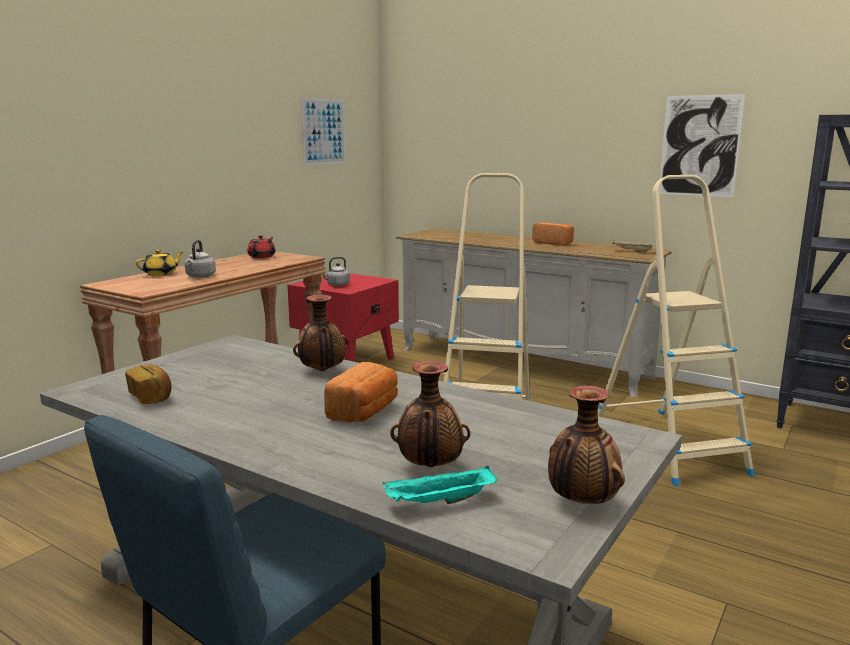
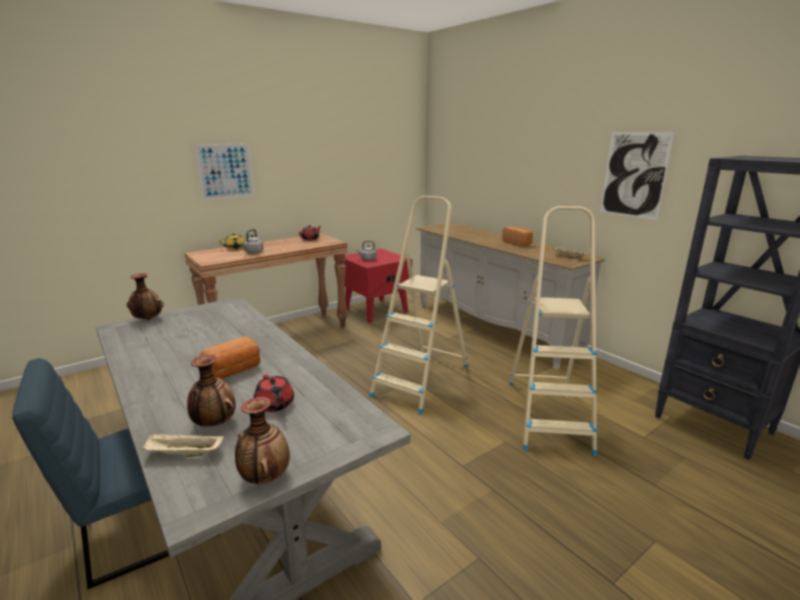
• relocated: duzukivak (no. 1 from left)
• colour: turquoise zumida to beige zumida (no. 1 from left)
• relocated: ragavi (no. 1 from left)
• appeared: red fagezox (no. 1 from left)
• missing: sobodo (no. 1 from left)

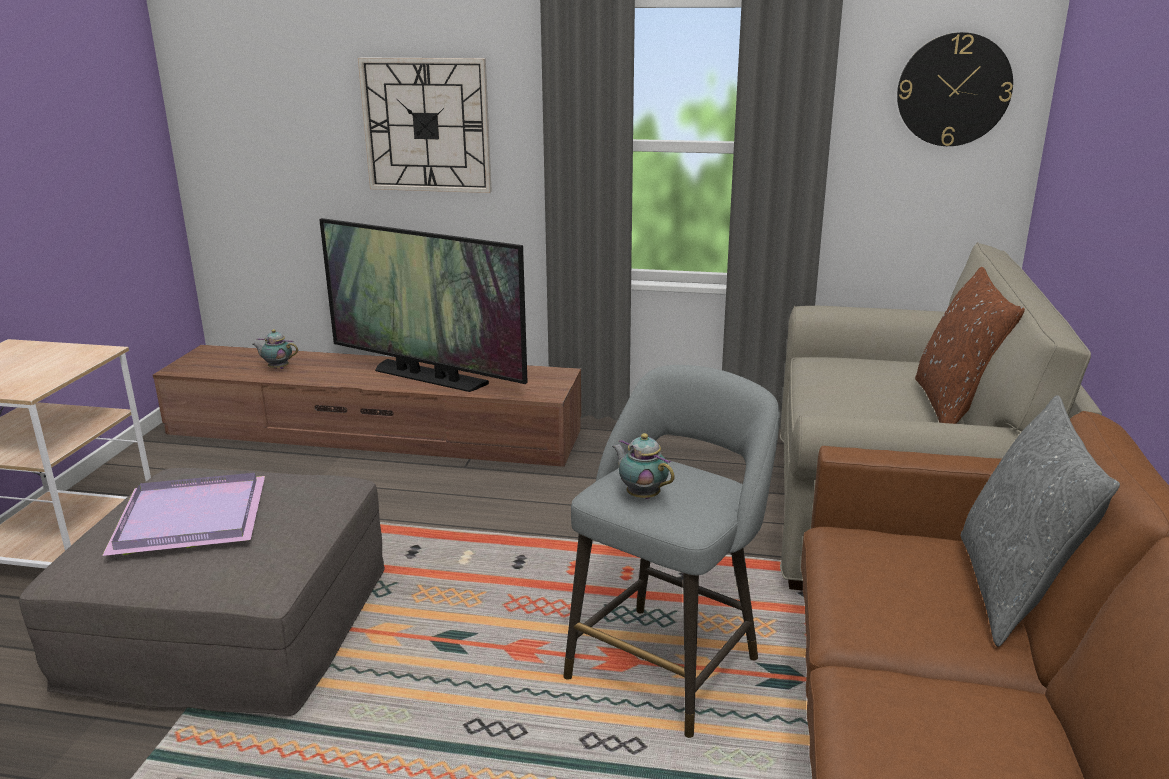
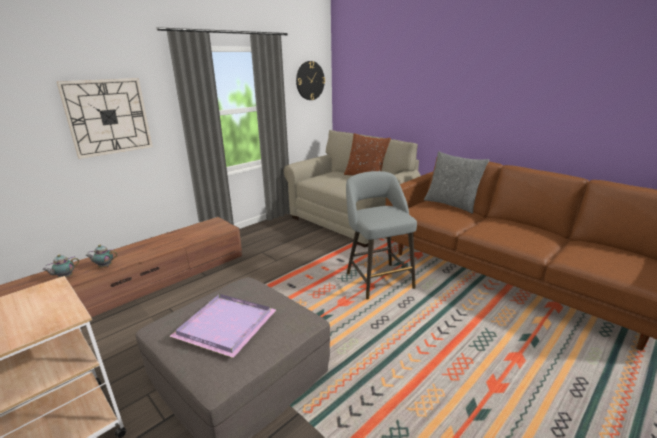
• relocated: fagezox (no. 2 from left)
• missing: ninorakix

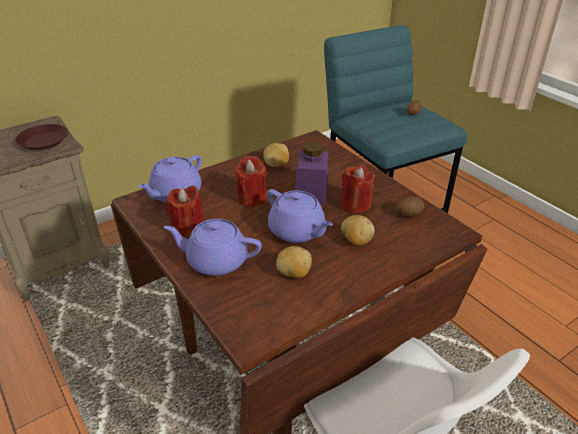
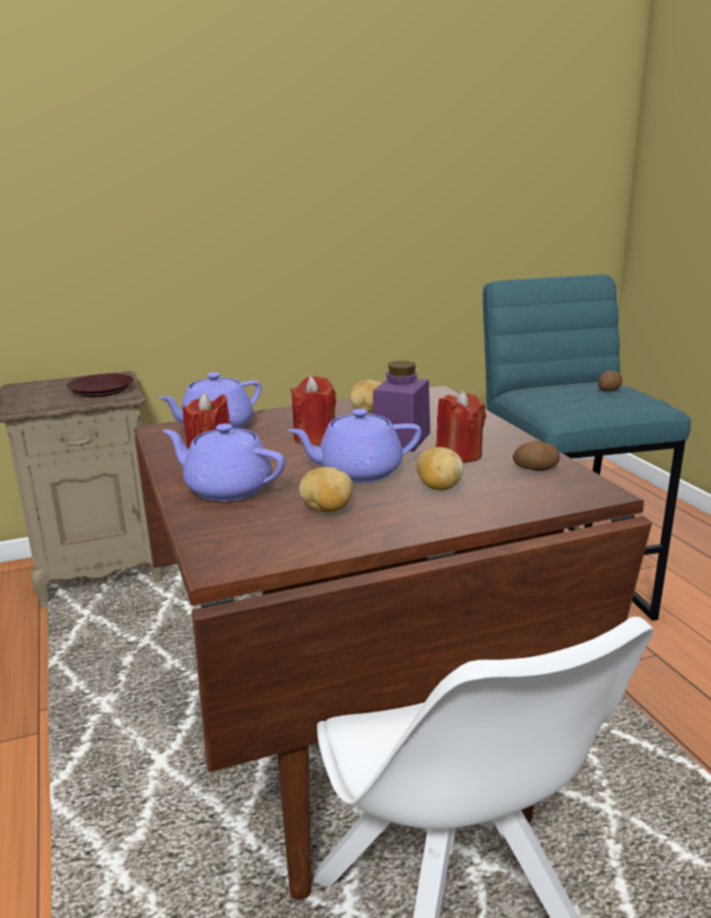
• spun: purple fagezox (no. 3 from left) 105 degrees clockwise

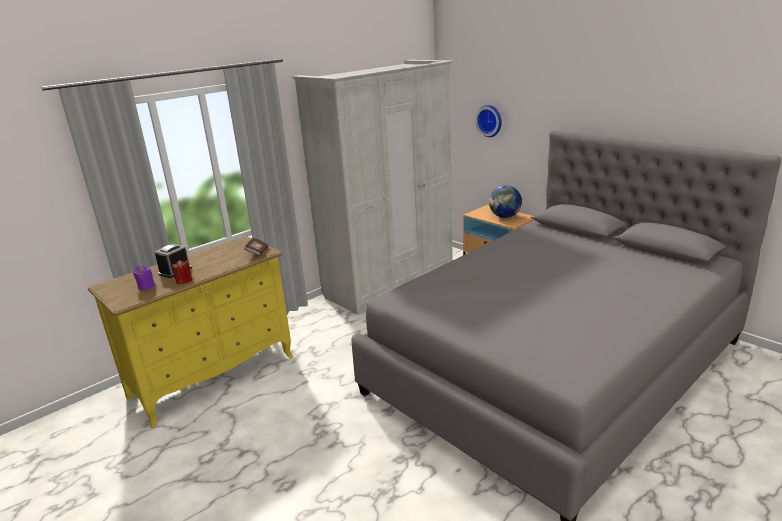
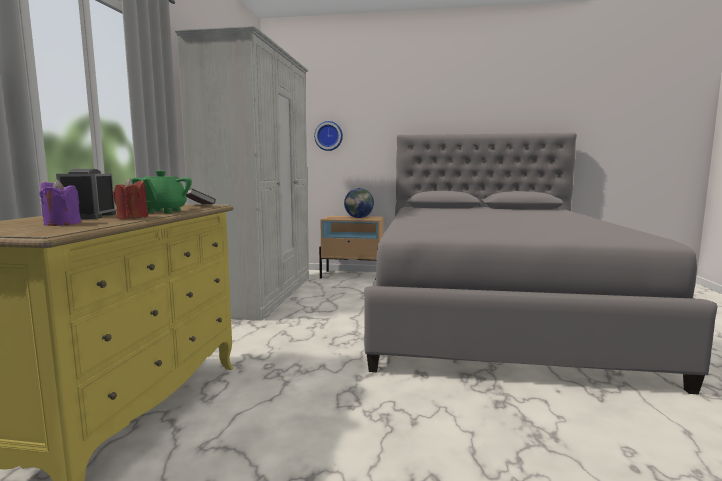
• appeared: green fagezox

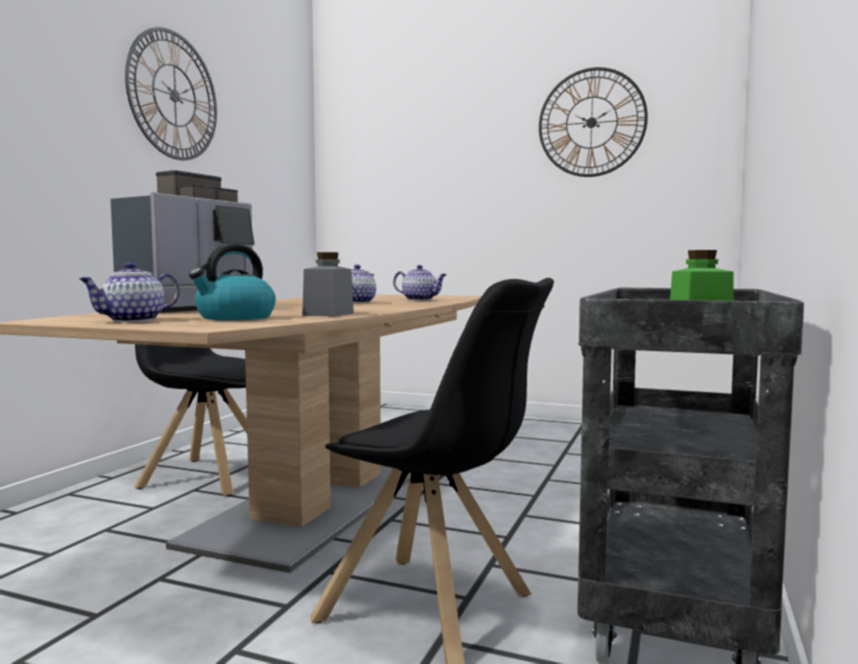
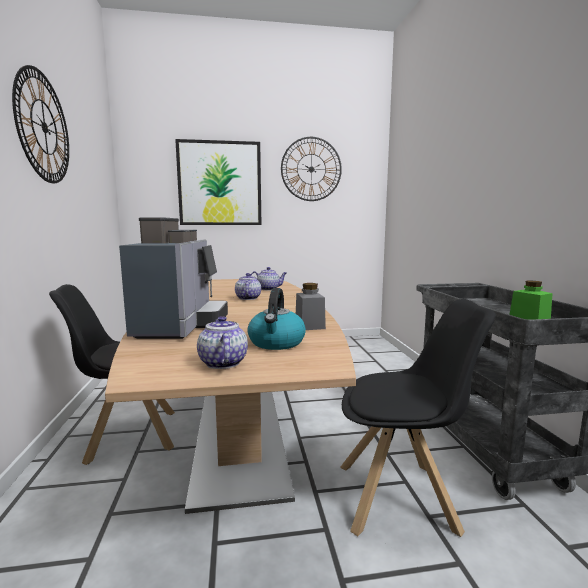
• appeared: ragavi
• spun: fagezox (no. 1 from left) 150 degrees clockwise

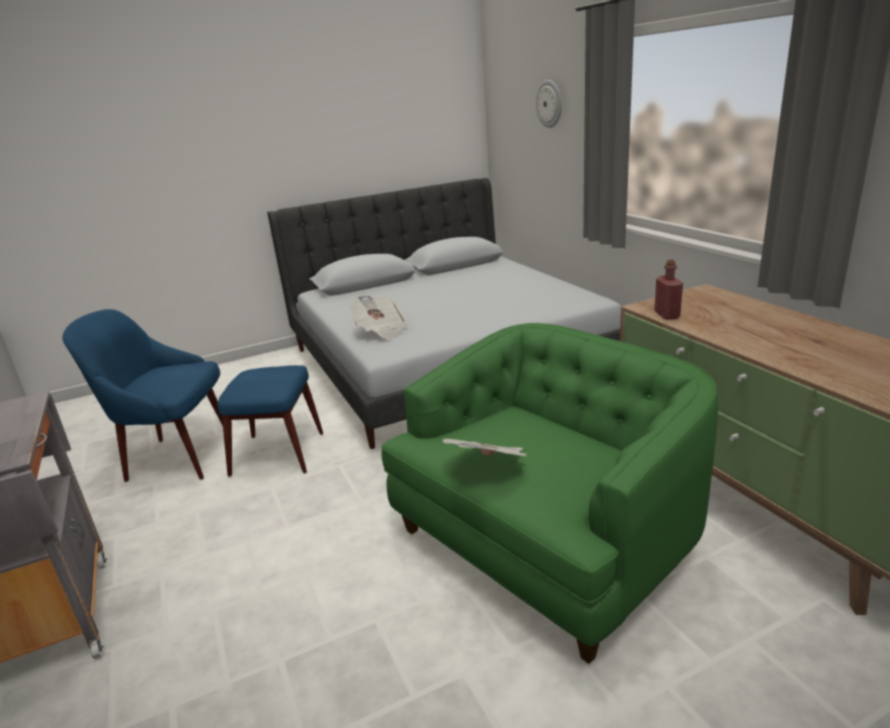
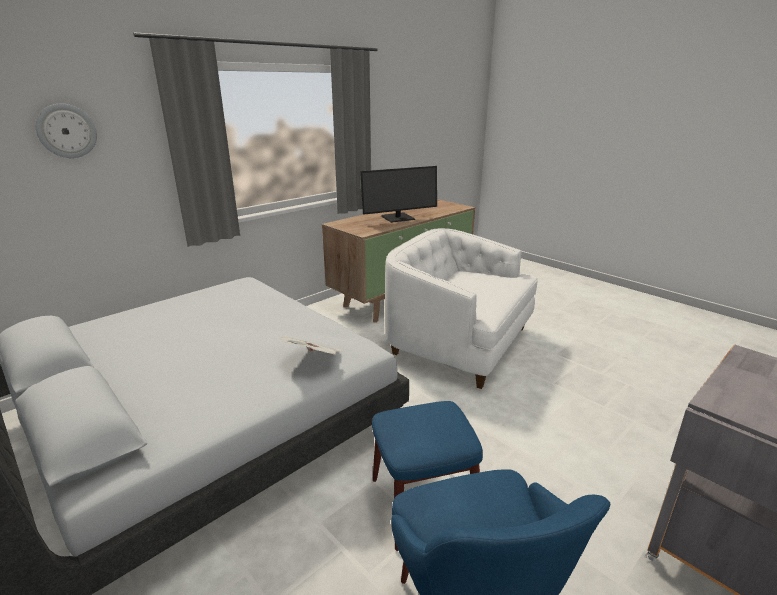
• appeared: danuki
• colour: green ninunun to white ninunun
• missing: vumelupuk (no. 2 from left)
• missing: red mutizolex

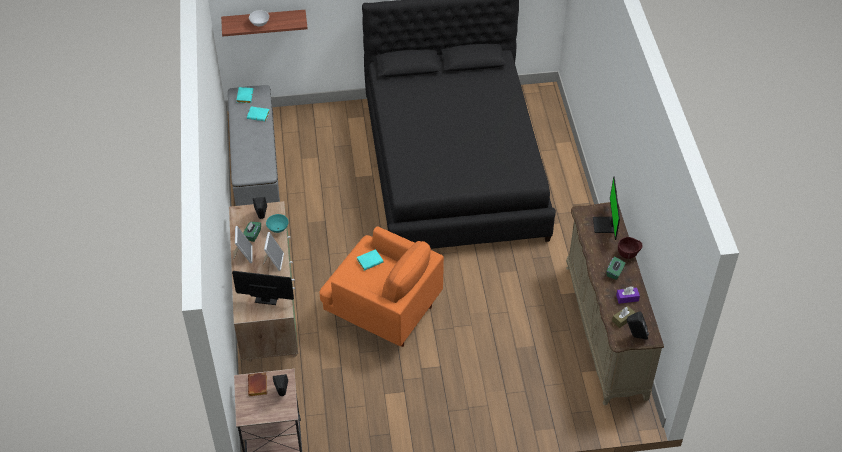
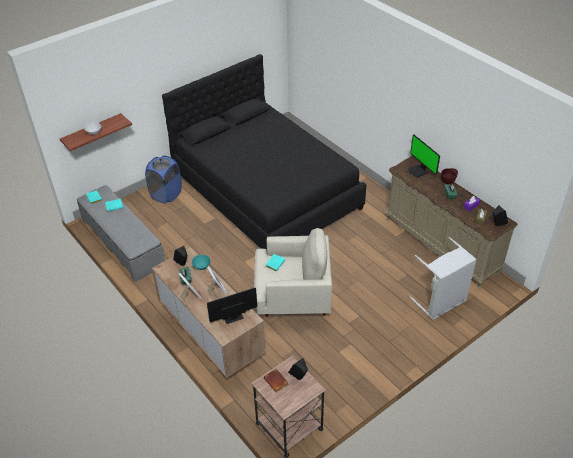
• appeared: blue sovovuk
• colour: orange ninunun to beige ninunun
• appeared: grey sovovuk

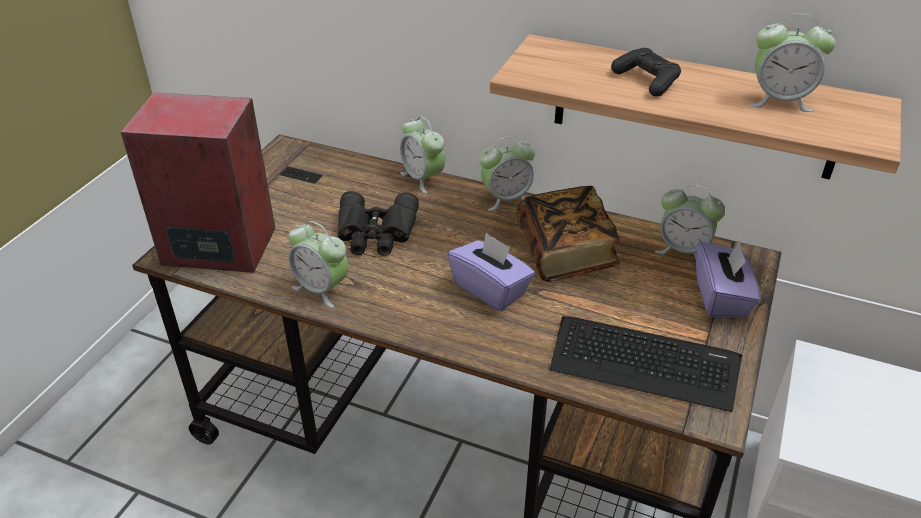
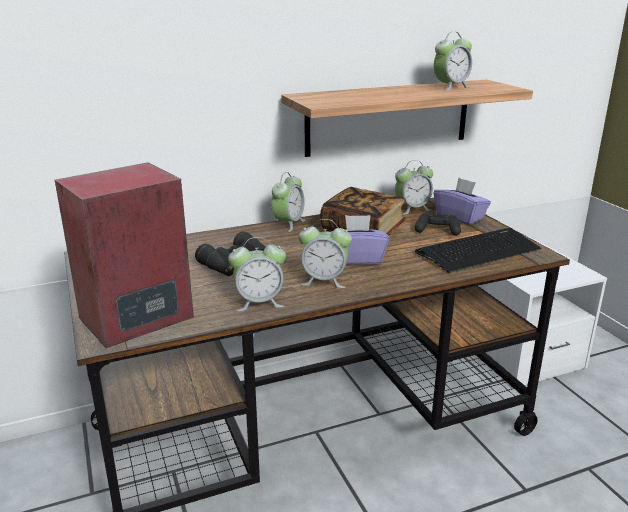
• relocated: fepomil (no. 2 from left in the first image) to fepomil (no. 3 from left)
• relocated: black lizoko

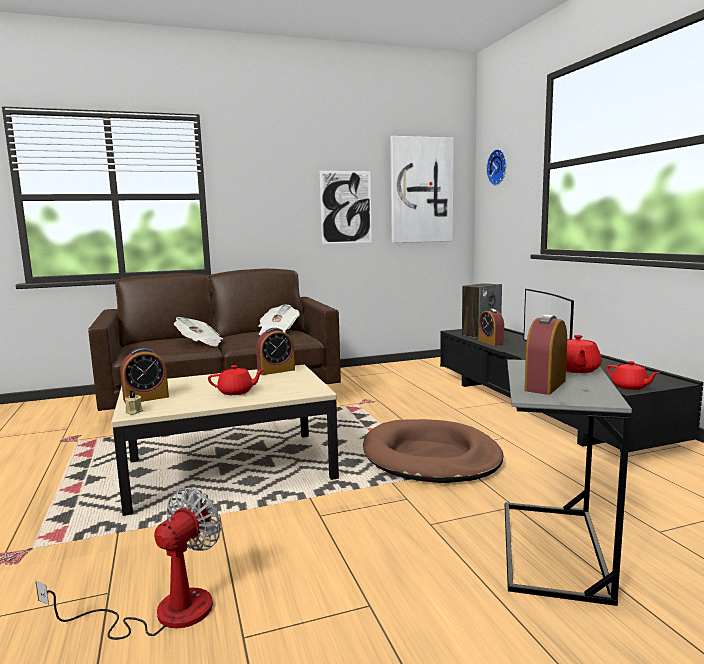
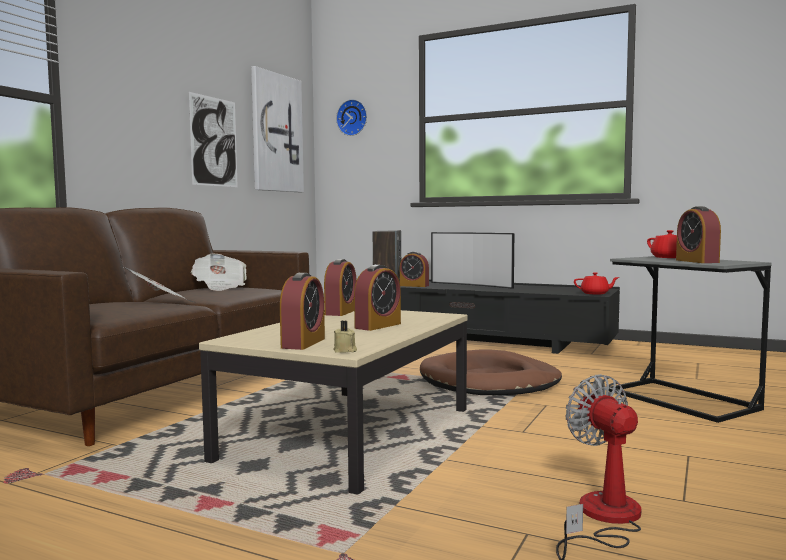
• exchanged: red fagezox (no. 1 from left) to fepomil (no. 3 from left)

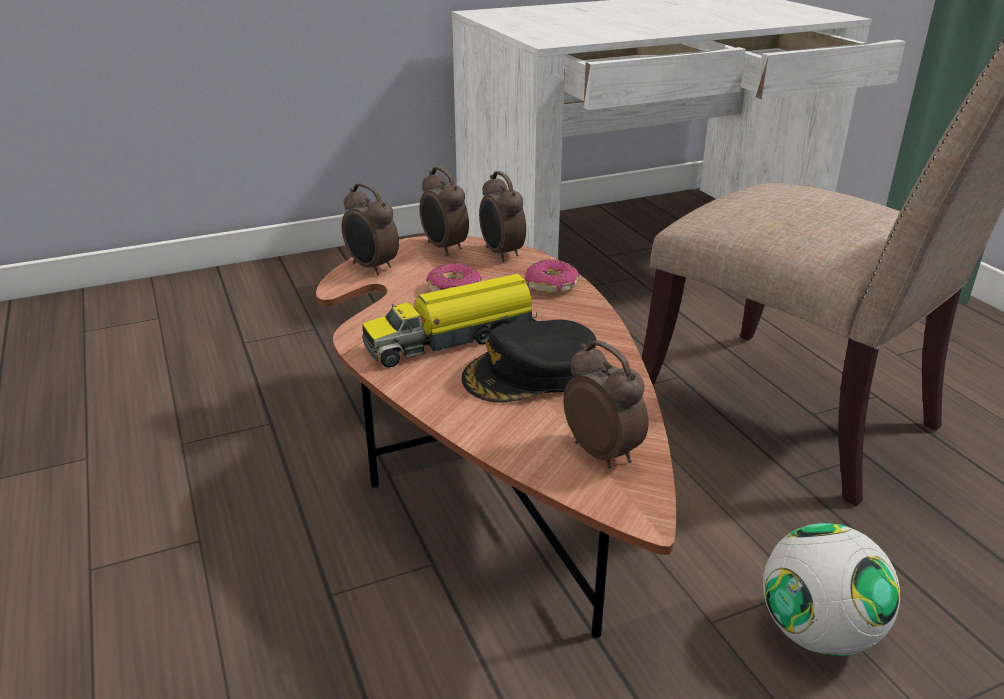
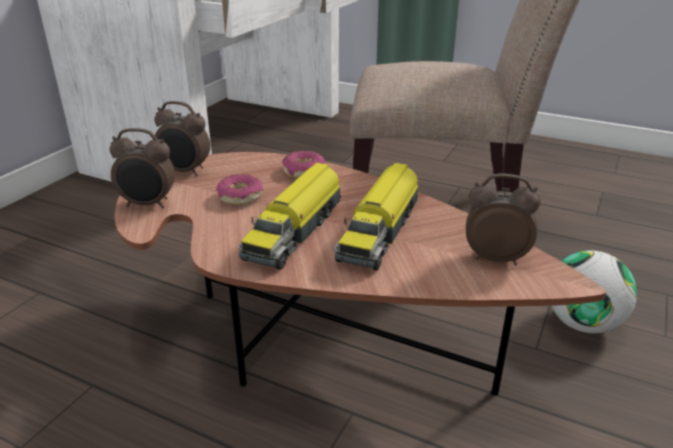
• exchanged: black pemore to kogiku (no. 2 from left)
• missing: fepomil (no. 3 from left)

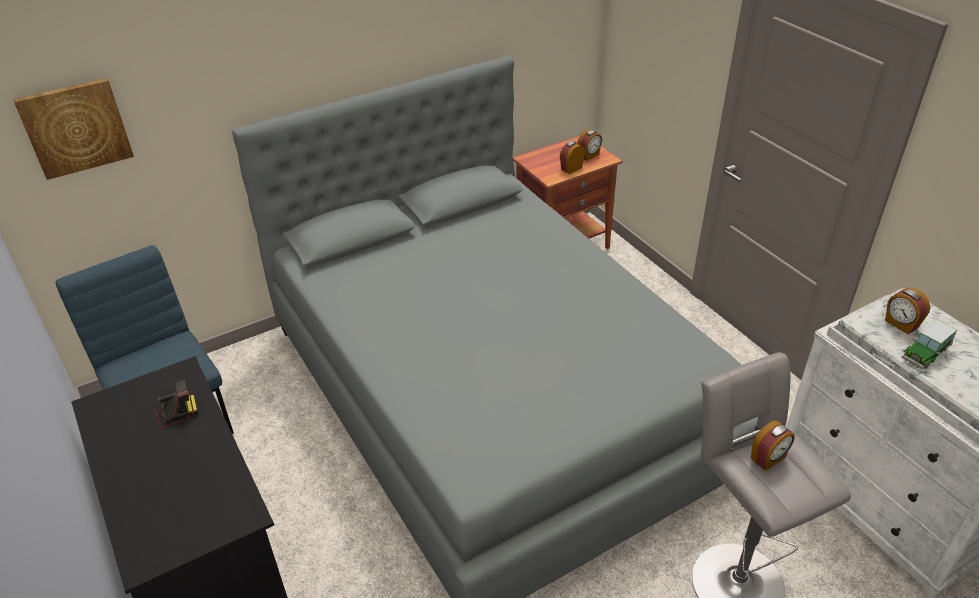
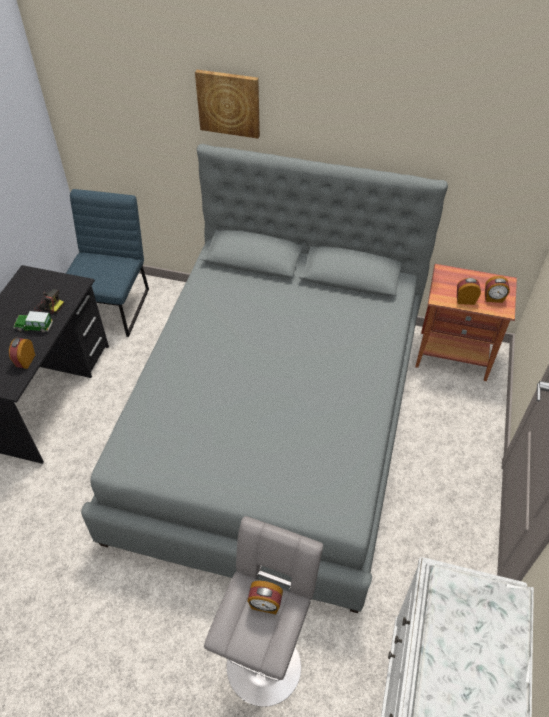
• relocated: fepomil (no. 4 from left in the first image) to fepomil (no. 1 from left)
• relocated: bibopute
• relocated: ragavi

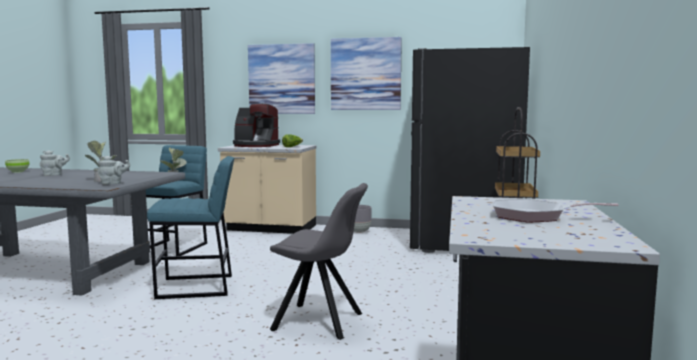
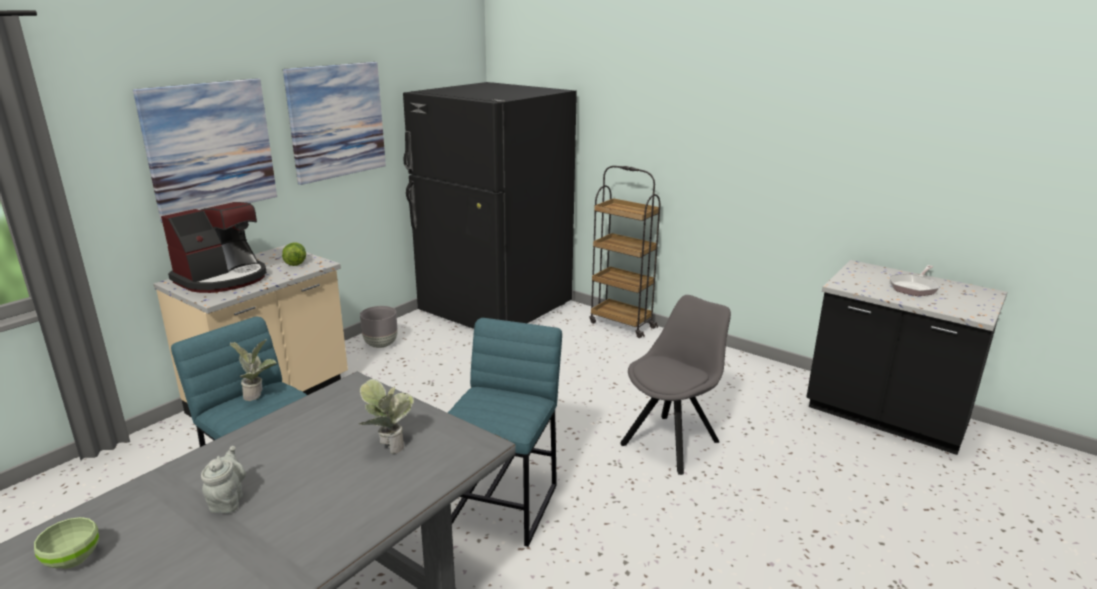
• missing: grey fagezox (no. 2 from left)

